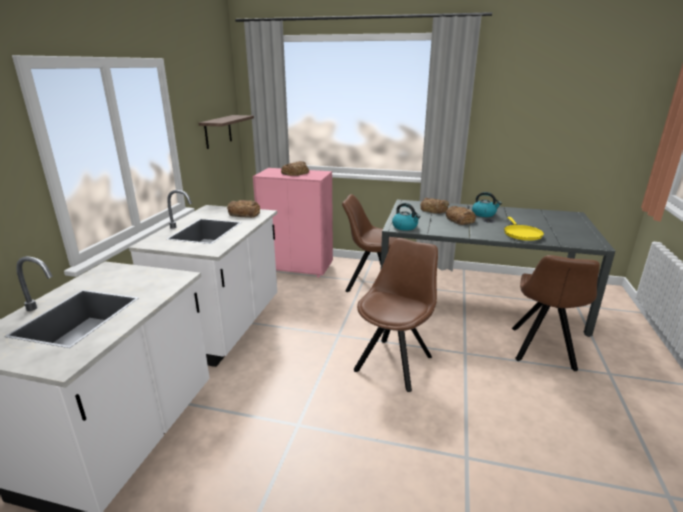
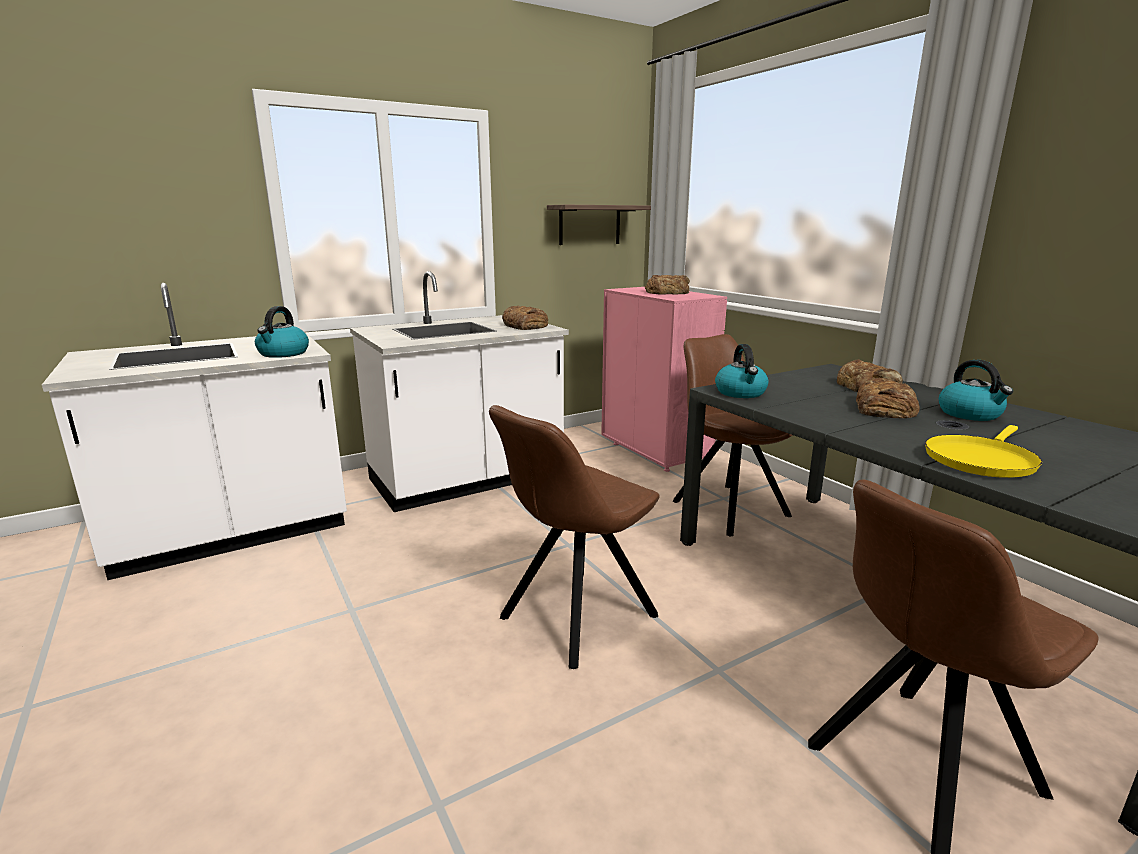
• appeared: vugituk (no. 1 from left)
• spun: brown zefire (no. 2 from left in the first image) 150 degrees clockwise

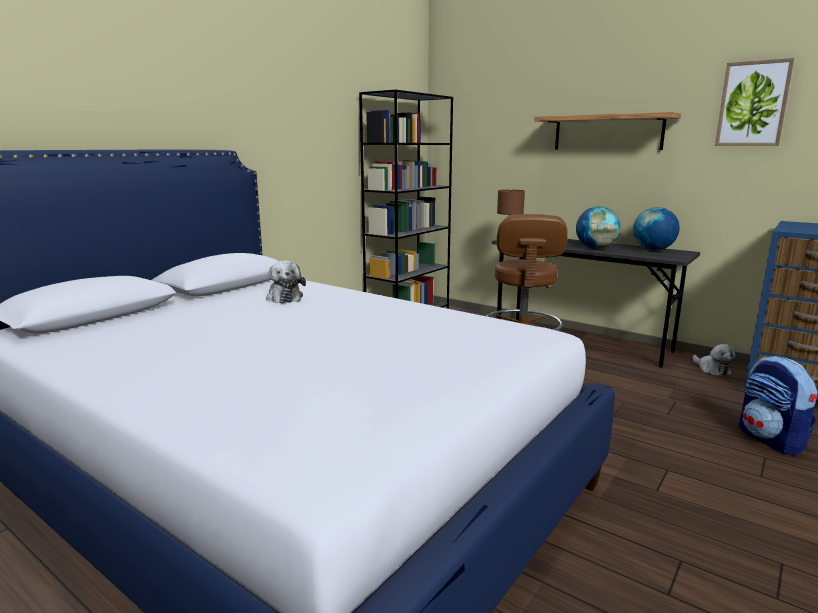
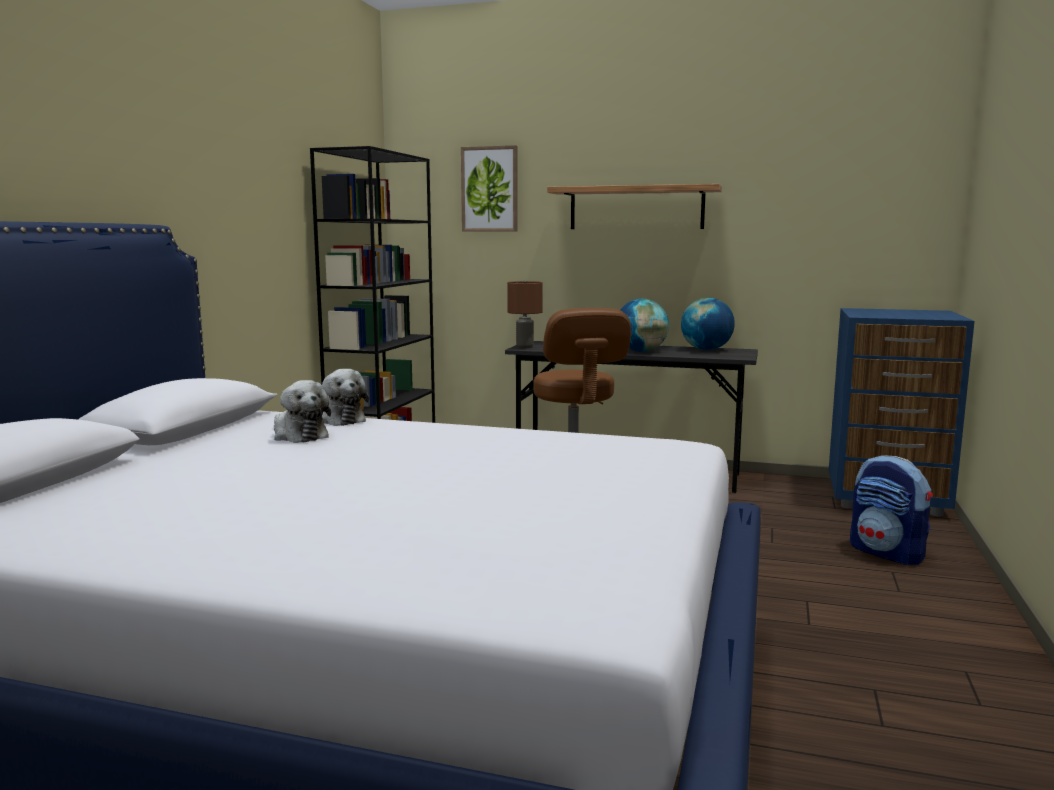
• relocated: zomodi (no. 2 from left)
• relocated: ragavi

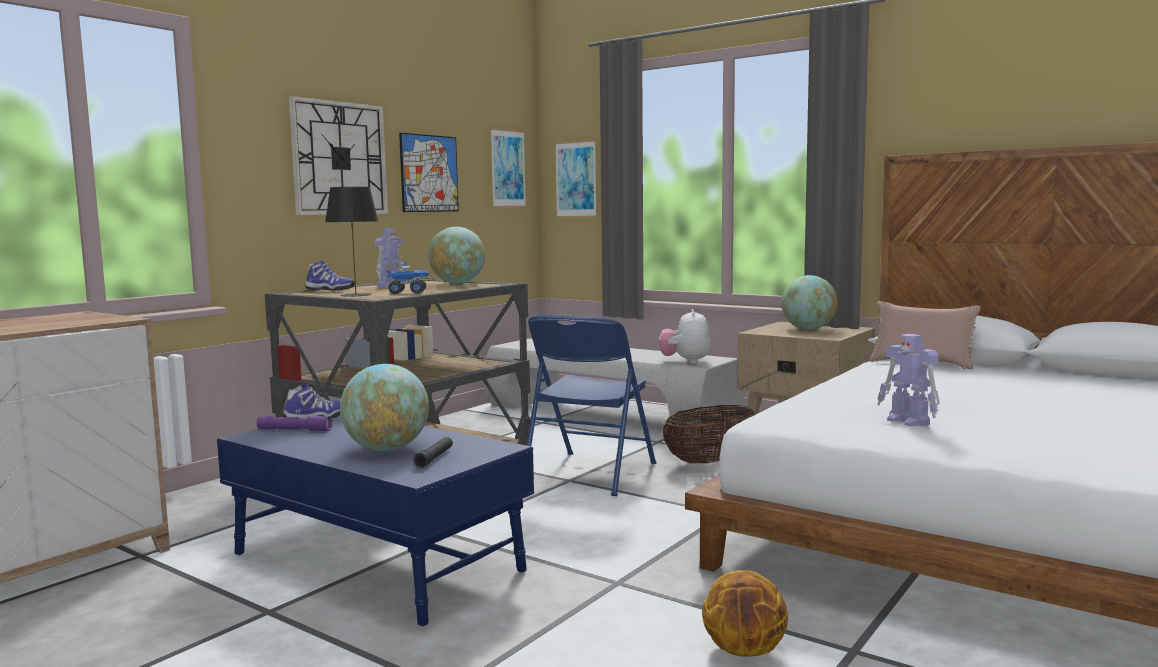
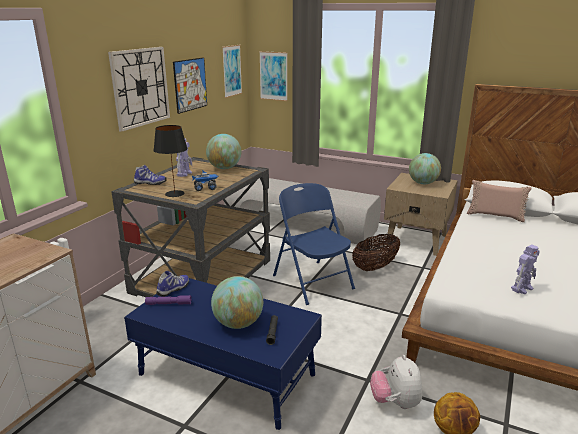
• spun: blue zefire 135 degrees clockwise
• relocated: zomodi
• spun: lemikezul (no. 2 from left) 90 degrees counterclockwise

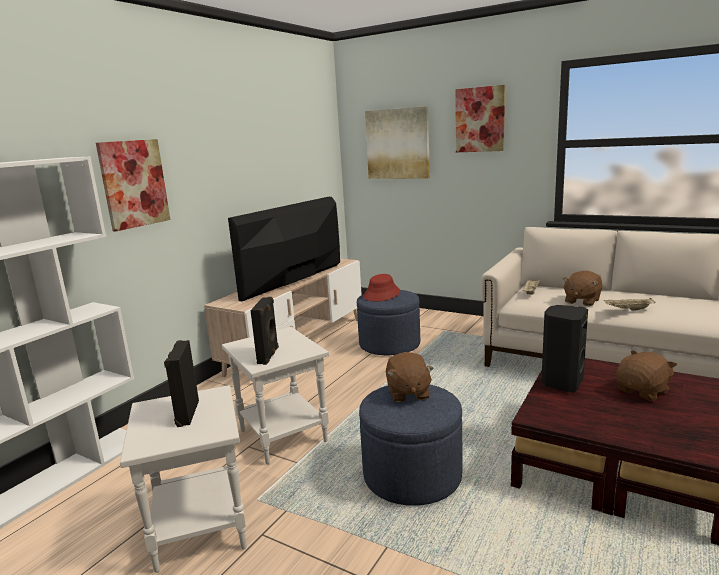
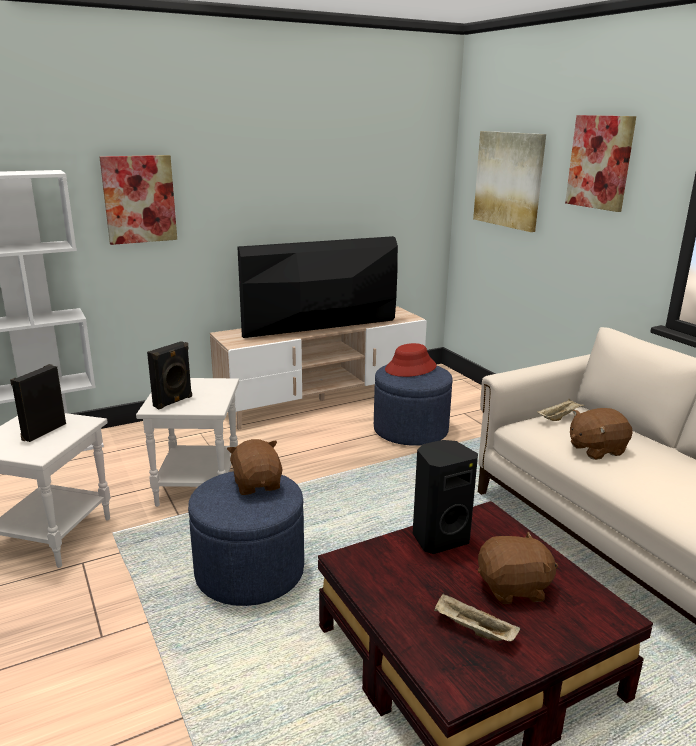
• spun: brown zomodi (no. 1 from left) 135 degrees clockwise
• relocated: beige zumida (no. 2 from left in the first image) to beige zumida (no. 1 from left)

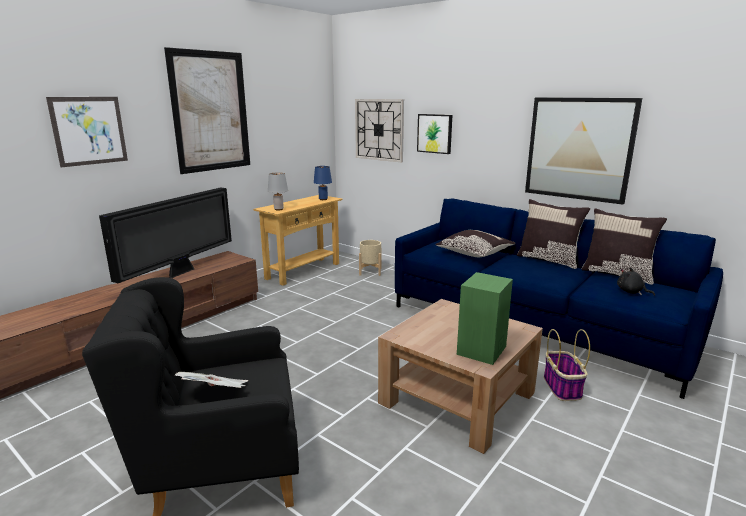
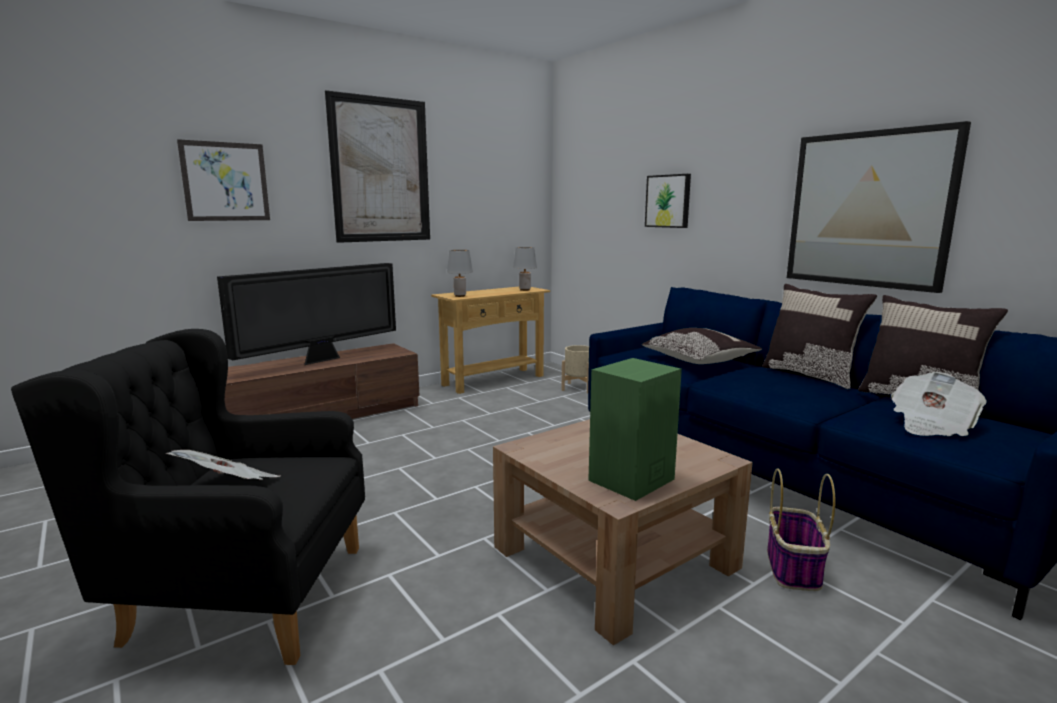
• colour: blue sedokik to grey sedokik (no. 2 from left)
• exchanged: black zomodi to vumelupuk (no. 2 from left)
• missing: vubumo

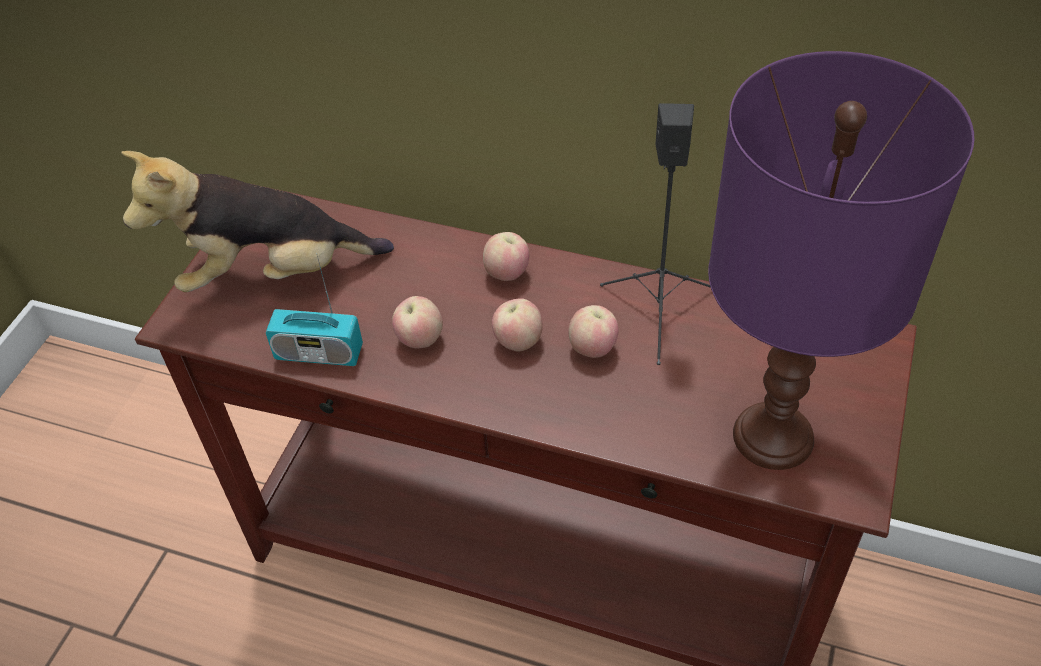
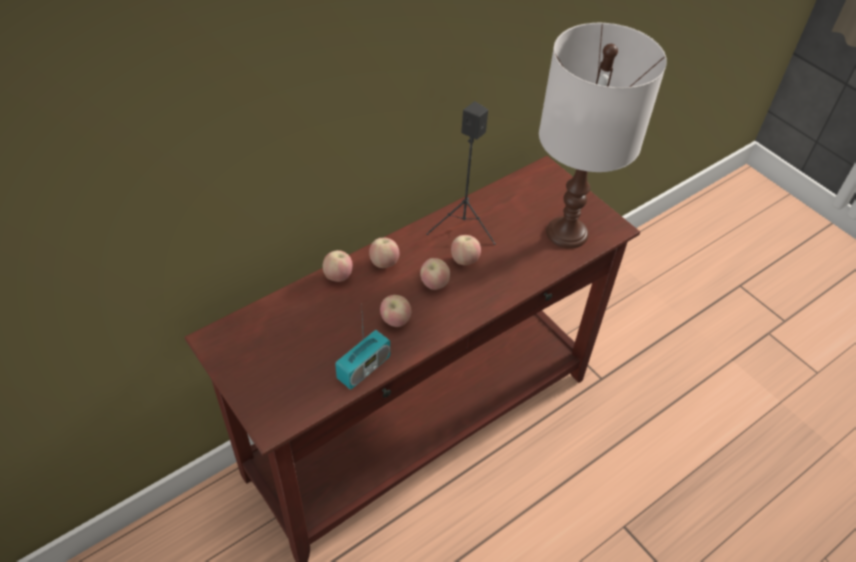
• appeared: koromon (no. 1 from left)
• colour: purple sedokik to white sedokik
• missing: zomodi

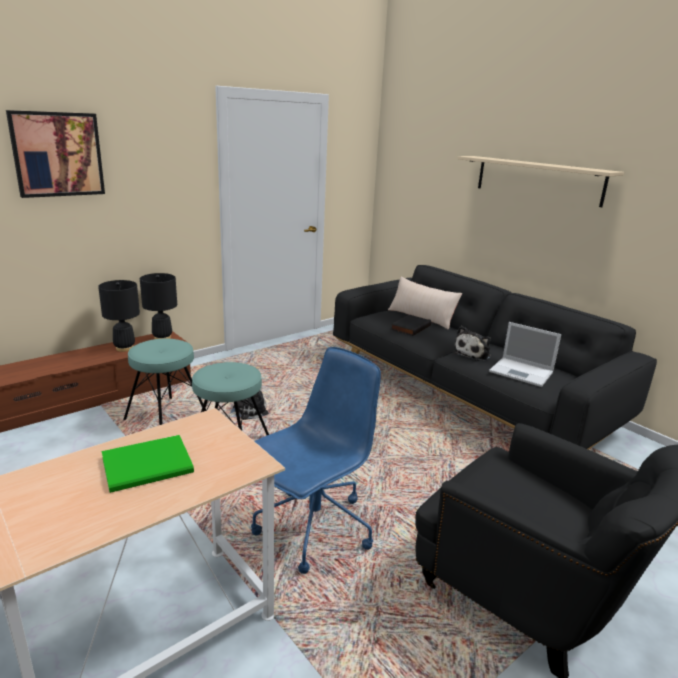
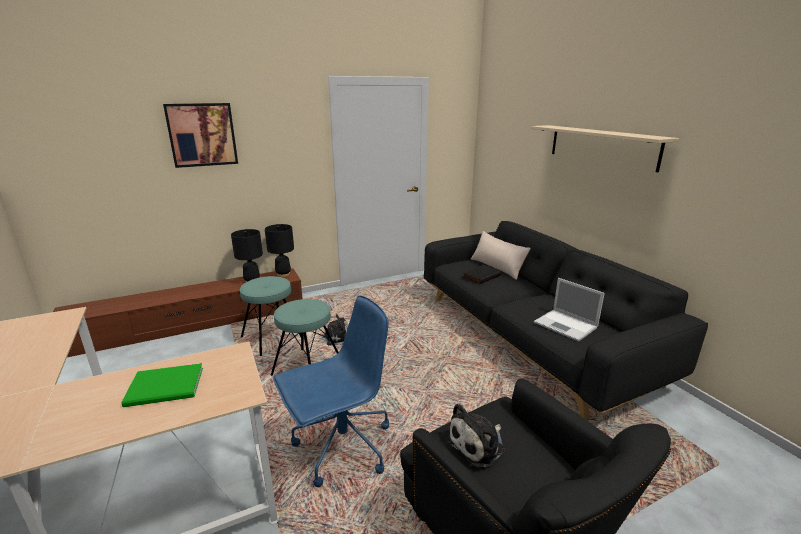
• relocated: zomodi (no. 2 from left)

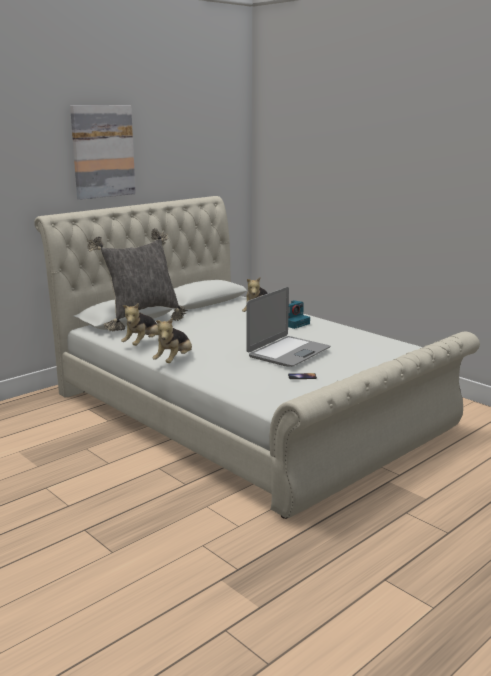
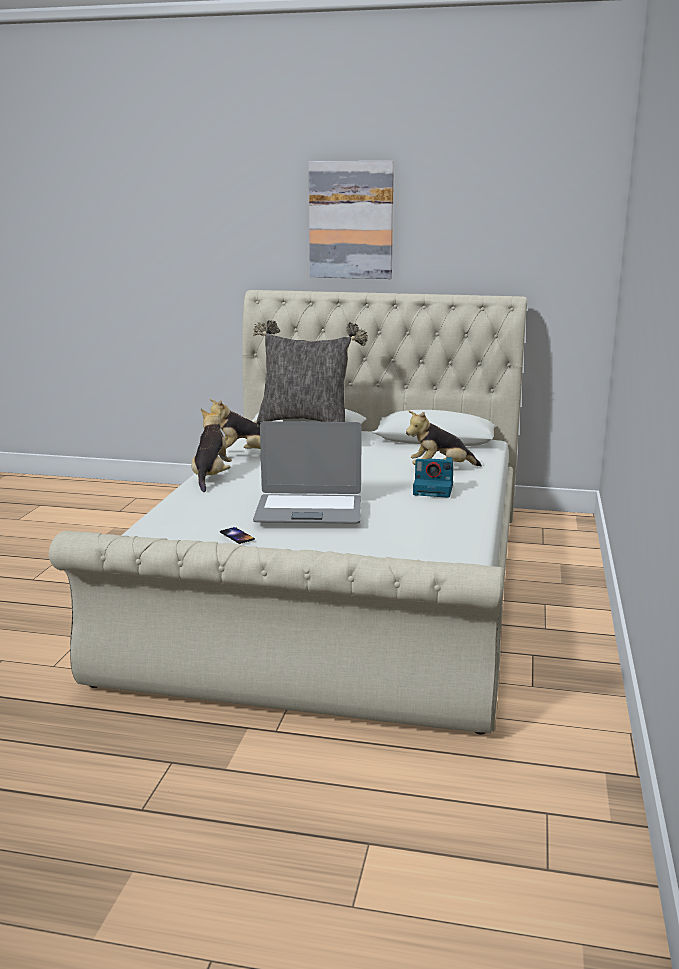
• spun: zomodi (no. 2 from left in the first image) 105 degrees clockwise

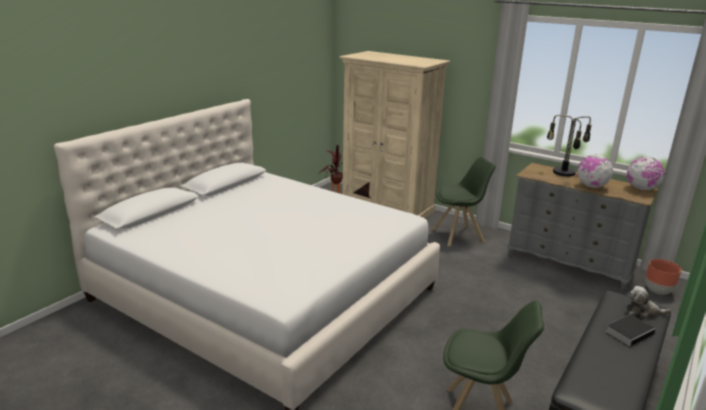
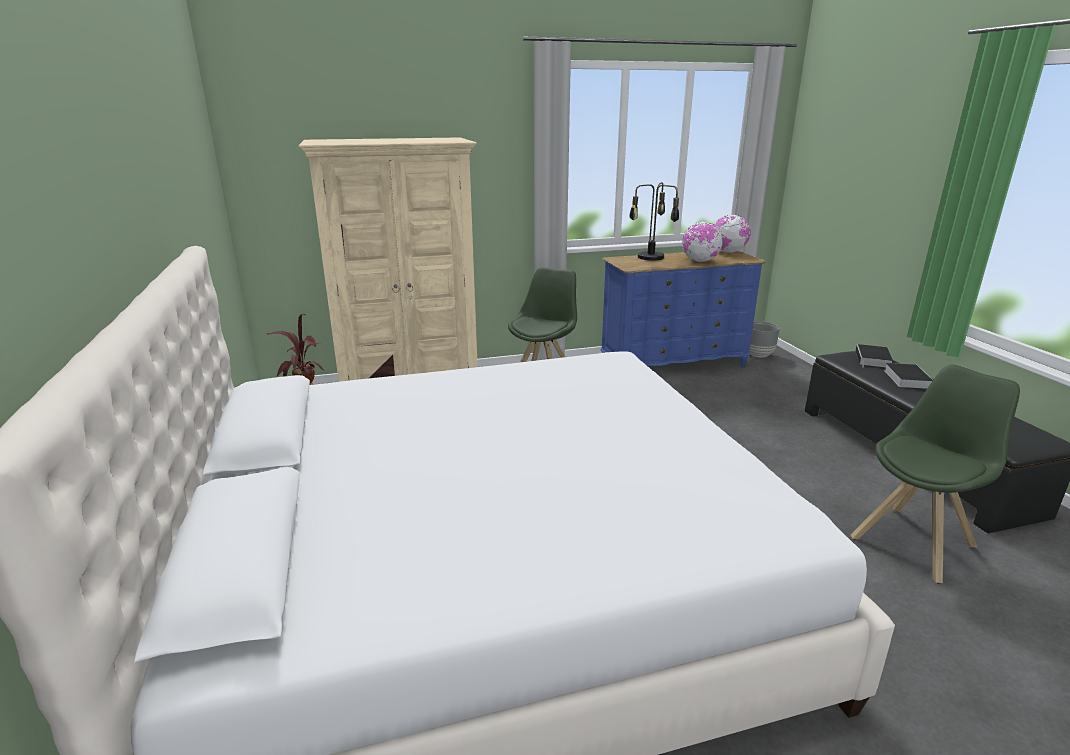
• colour: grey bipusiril to blue bipusiril
• colour: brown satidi to grey satidi
• exchanged: zomodi to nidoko (no. 1 from left)

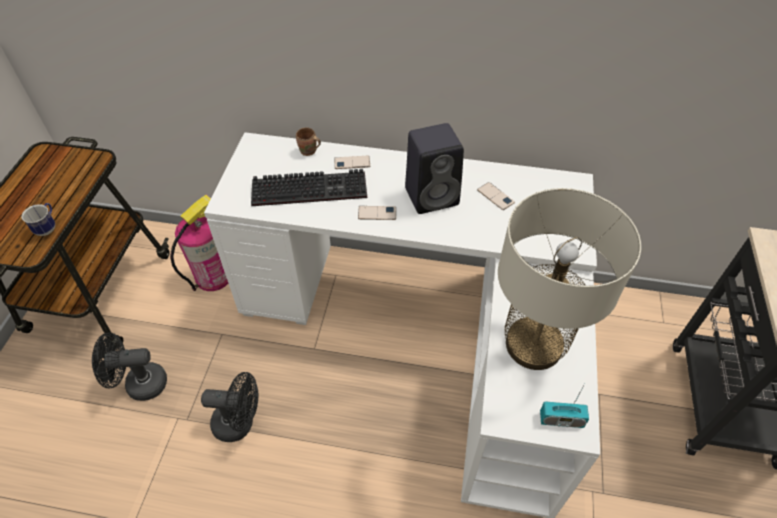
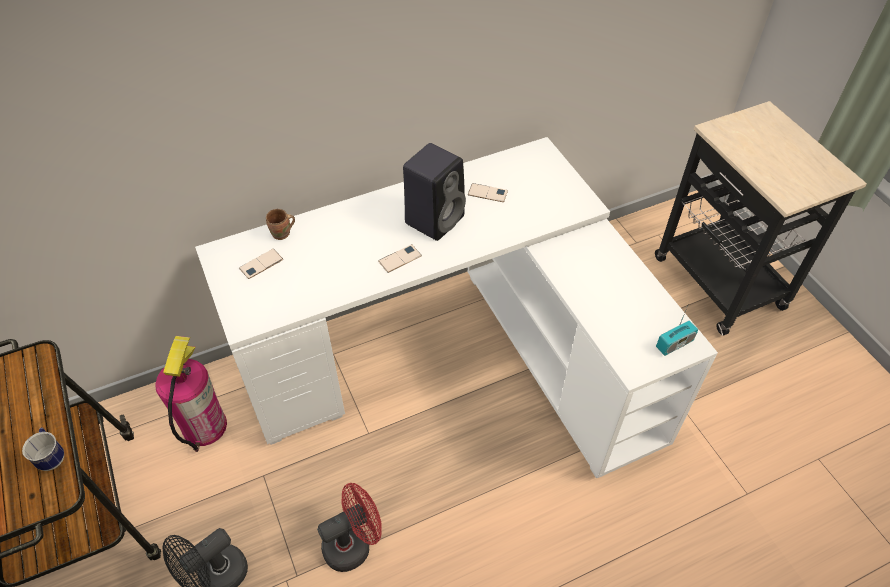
• relocated: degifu (no. 1 from left)
• colour: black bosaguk (no. 2 from left) to red bosaguk
• missing: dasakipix
• missing: sedokik

